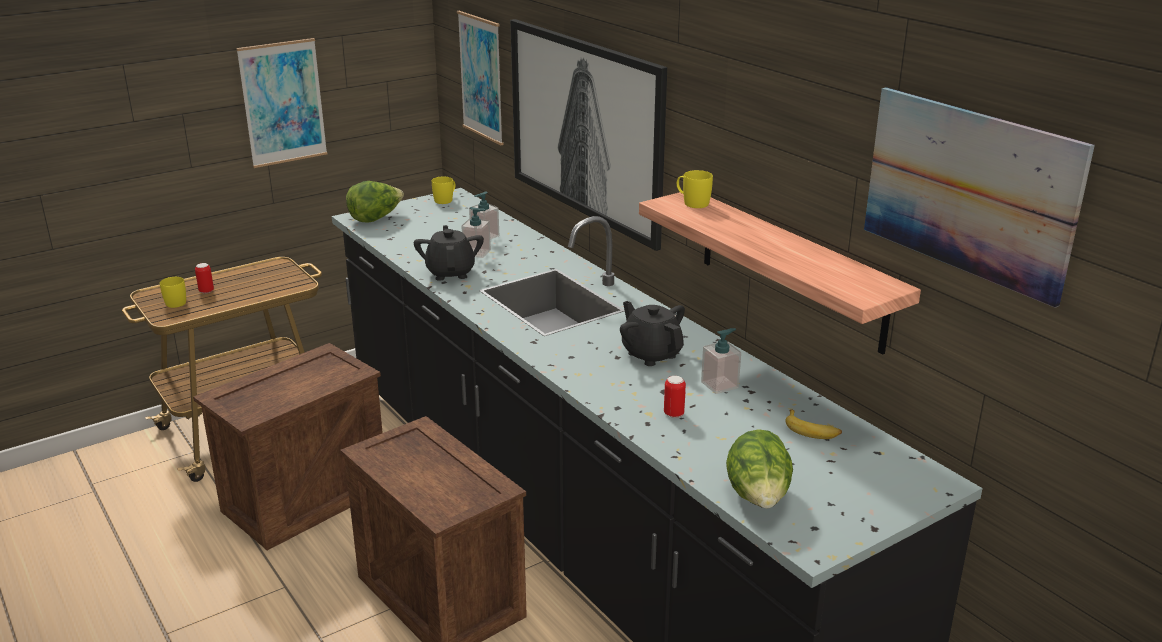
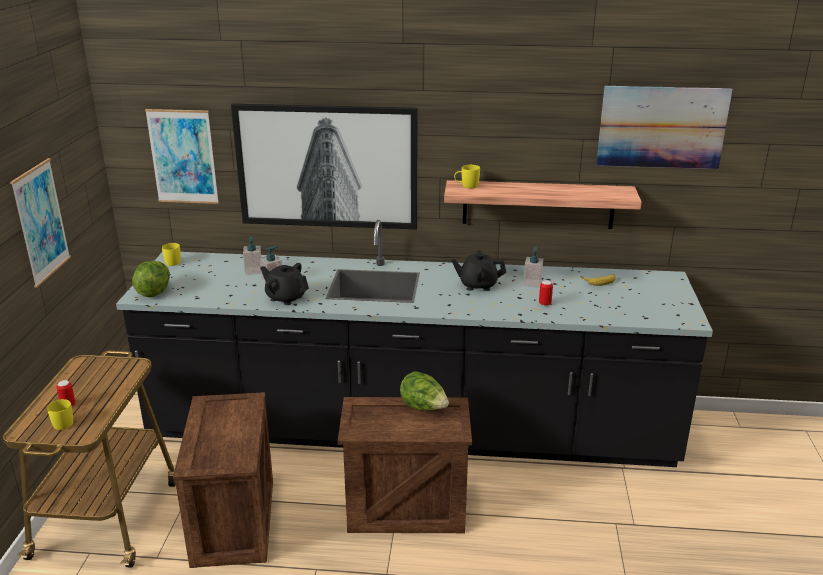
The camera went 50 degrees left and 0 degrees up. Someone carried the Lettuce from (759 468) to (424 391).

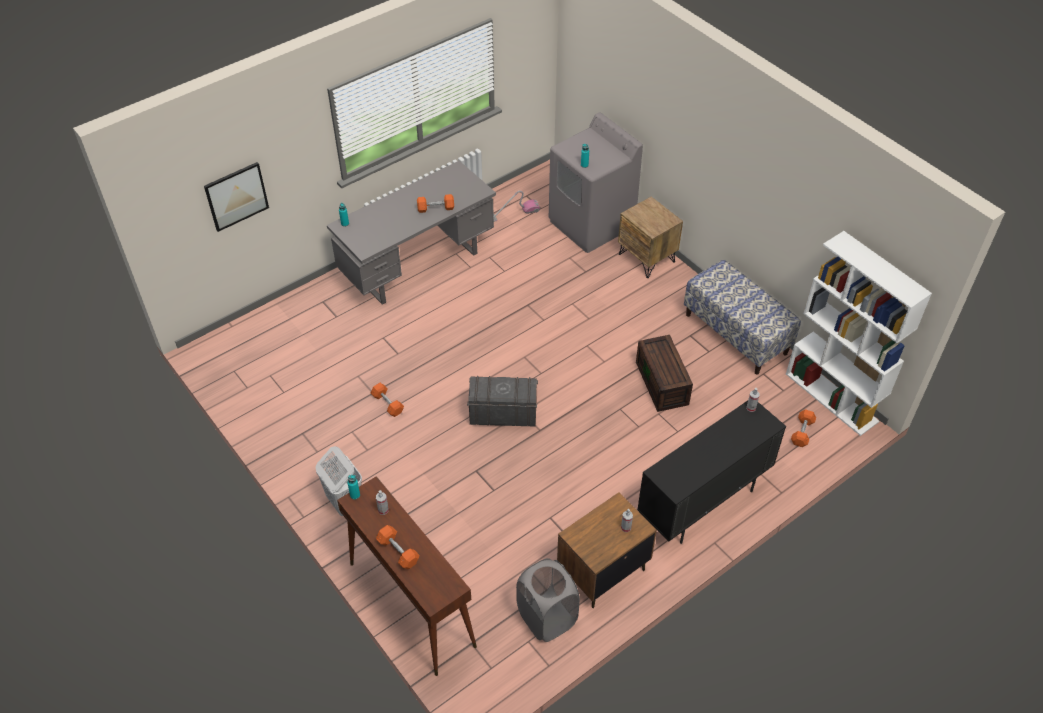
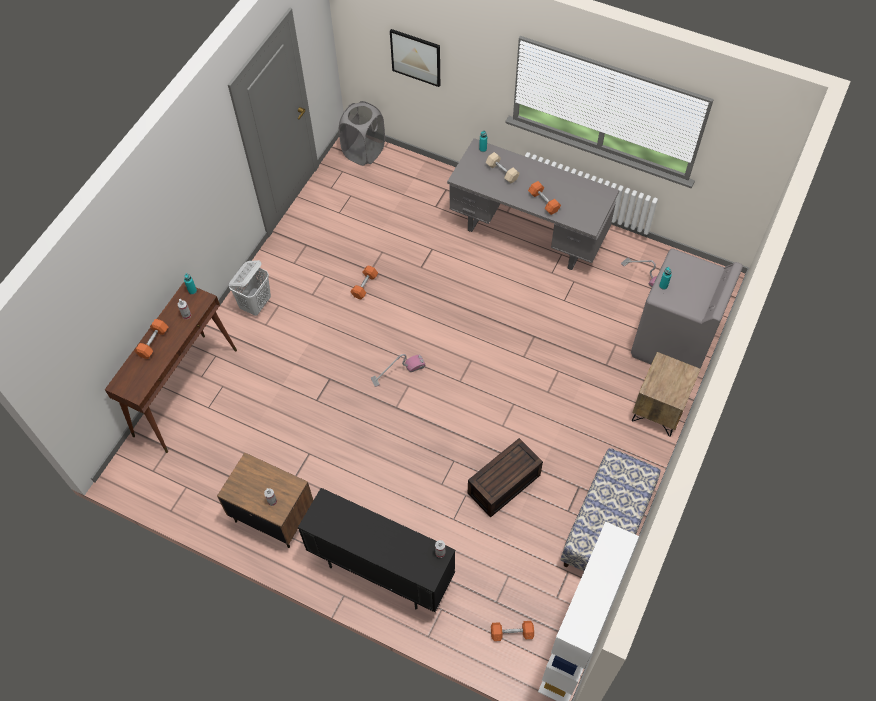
The camera went 65 degrees right and 10 degrees up. Someone carried the GreyLaundryBasket from (548 600) to (362 133). Someone swapped the GreyStorageBox at (502 401) for the VacuumCleaner at (398 370). Someone put down the BeigeDumbbell at (503 168).

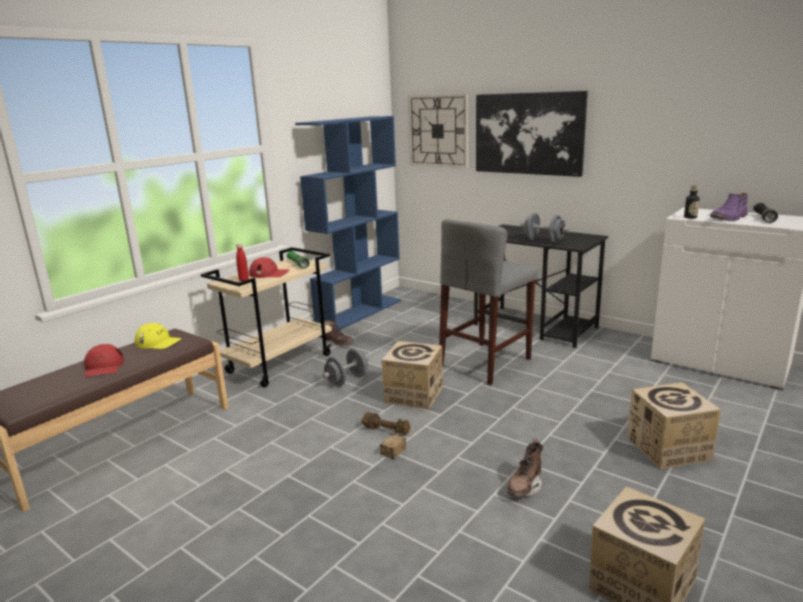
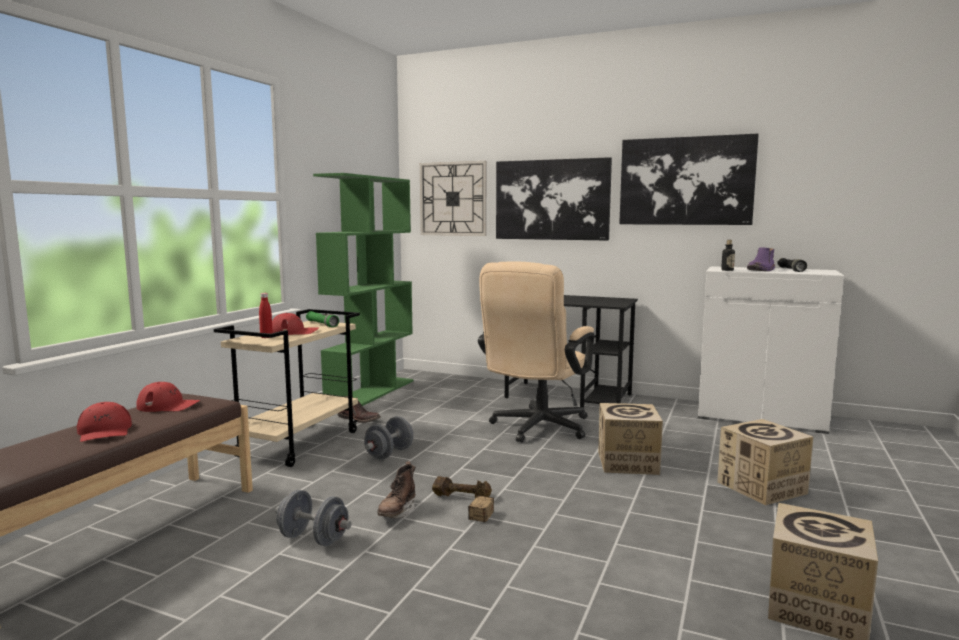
The camera went 15 degrees left and 10 degrees down. Someone repainted the YellowCap at (158 336), which became the RedCap at (168 397). Someone carried the GreyDumbbell from (544 228) to (313 518). Someone repainted the BlueBookcase at (348 223), which became the GreenBookcase at (363 289). Someone carried the BrownBoot from (524 468) to (397 490). Someone swapped the GreyStool at (488 302) for the BeigeOfficeChair at (536 352). Someone carried the CardboardBox from (412 375) to (630 439). Someone put up the Picture at (689 179).

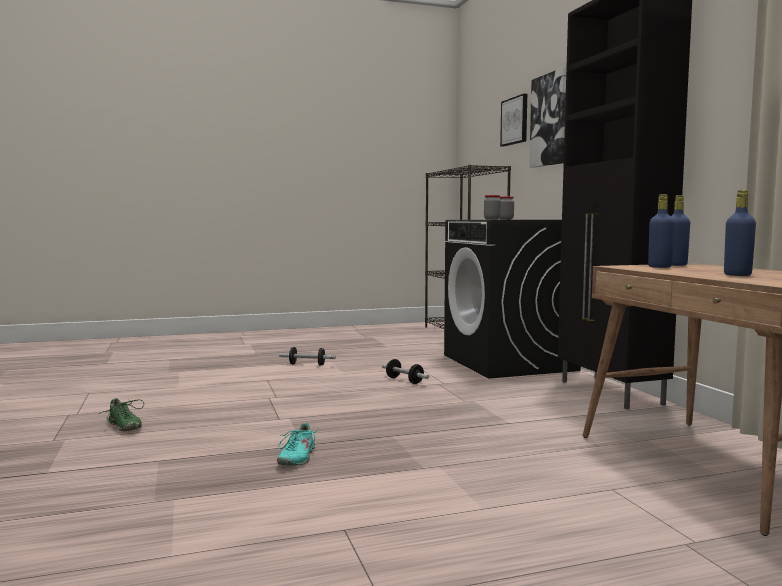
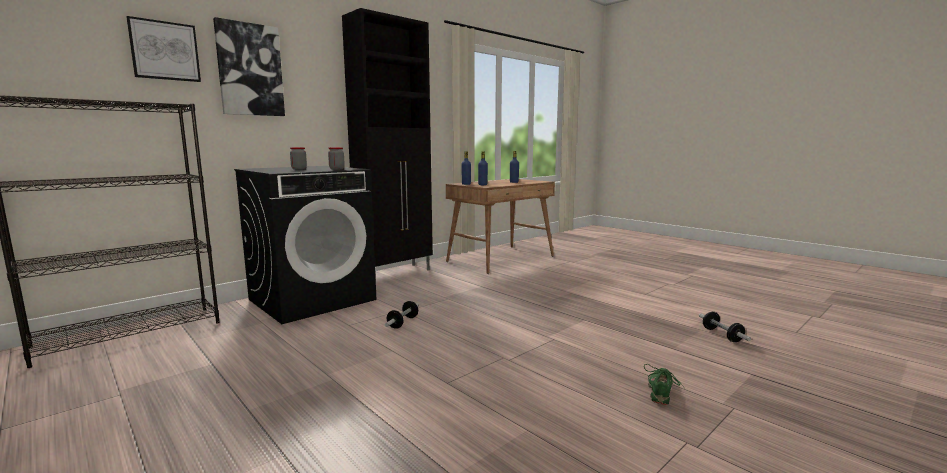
The camera went 115 degrees left and 5 degrees up. Someone carried the Dumbbell from (307 356) to (725 327). Someone took away the TurquoiseShoe at (297 444).

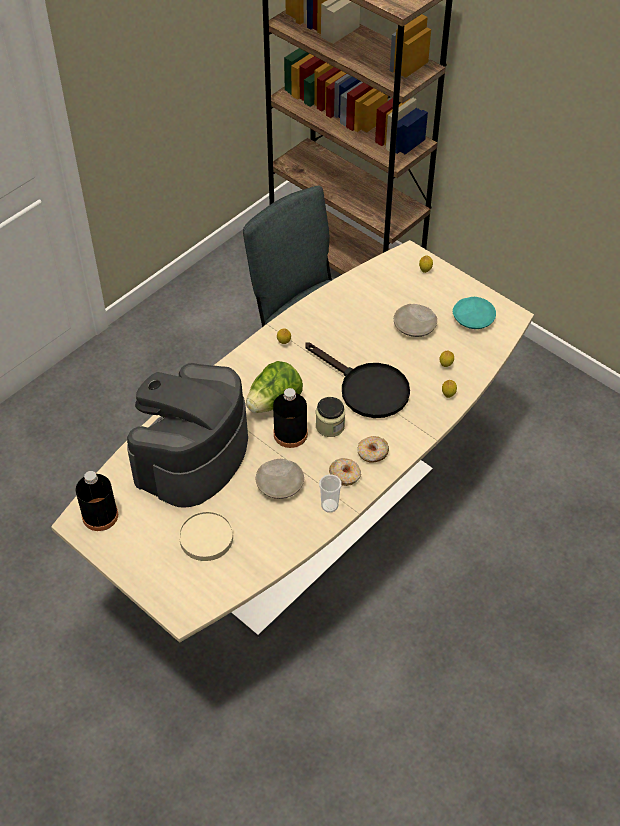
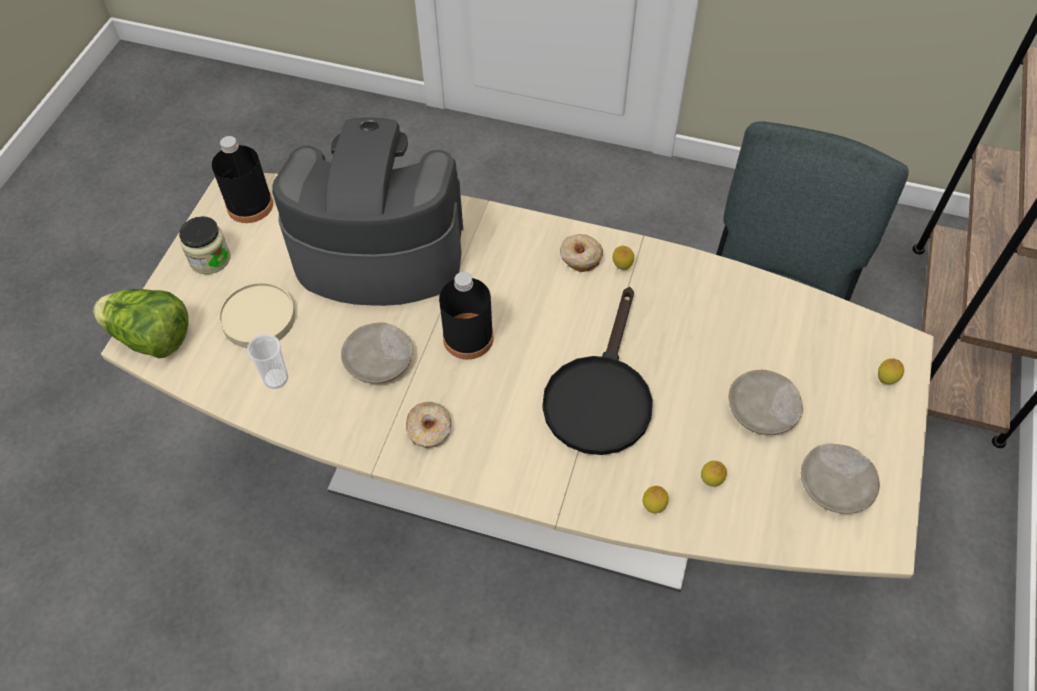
The camera went 65 degrees right and 5 degrees up. Someone carried the Lettuce from (274 387) to (141 323). Someone carried the Jar from (330 417) to (205 245). Someone carried the Cup from (330 493) to (267 361). Someone carried the Donut from (373 449) to (581 253). Someone repainted the TurquoisePlate at (474 313), which became the BeigePlate at (840 478).

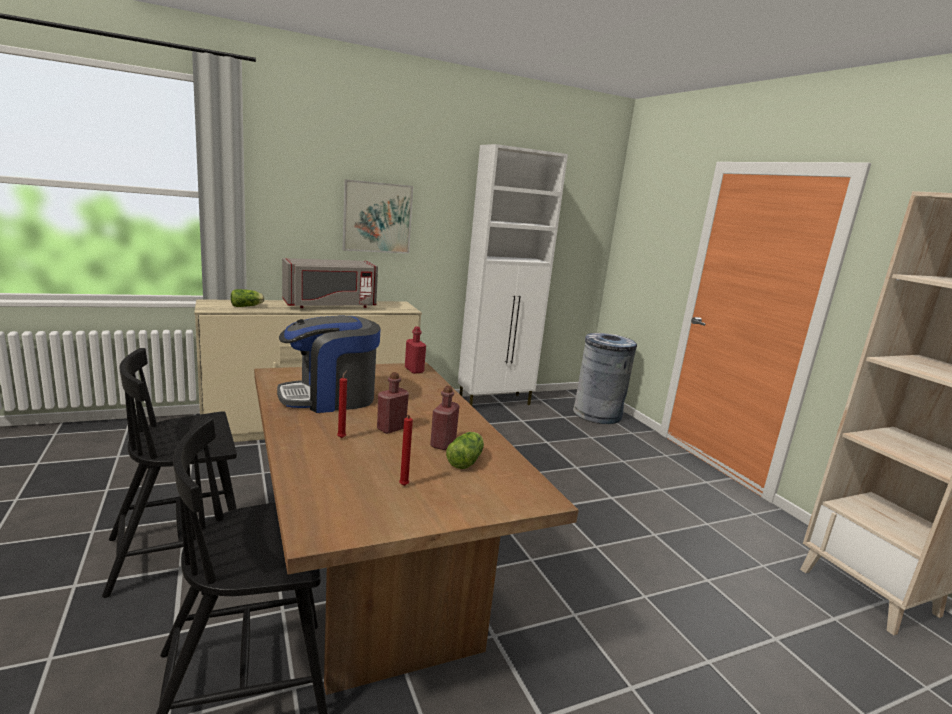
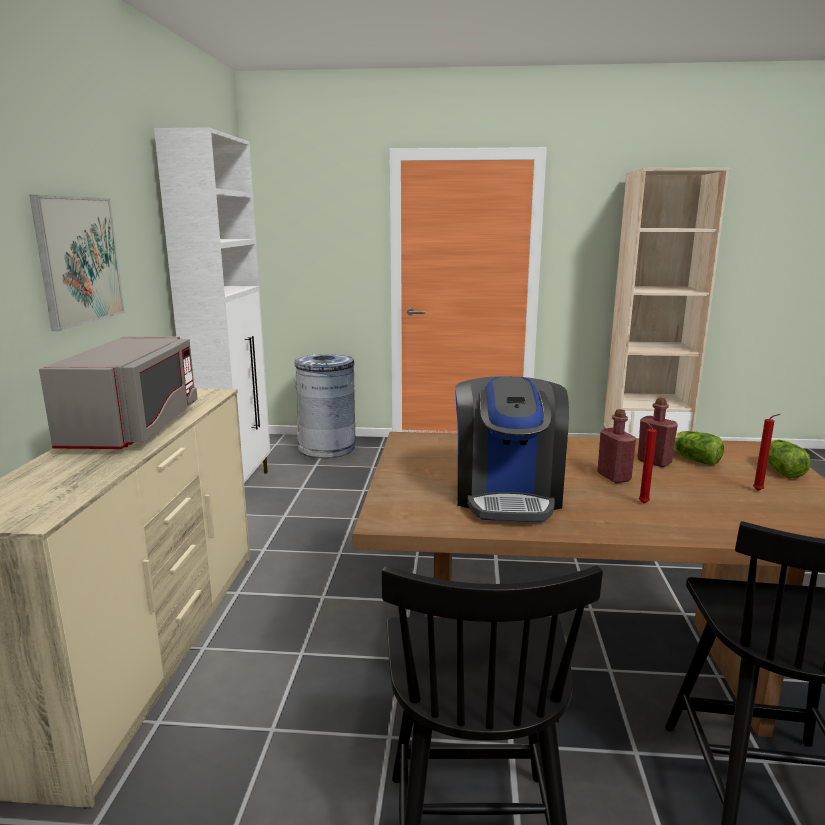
The camera went 60 degrees left and 0 degrees up. Someone carried the Lettuce from (248 298) to (789 459). Someone took away the RedBottle at (415 350).

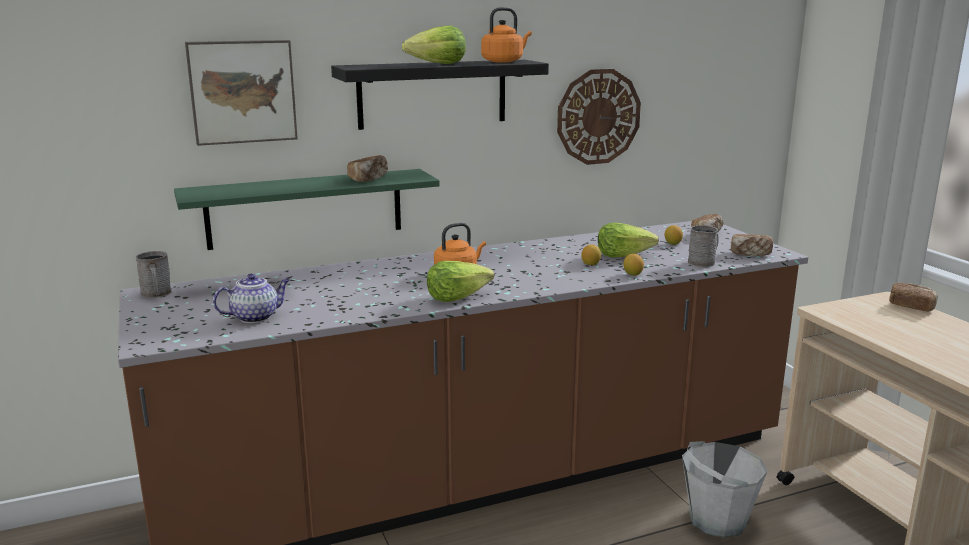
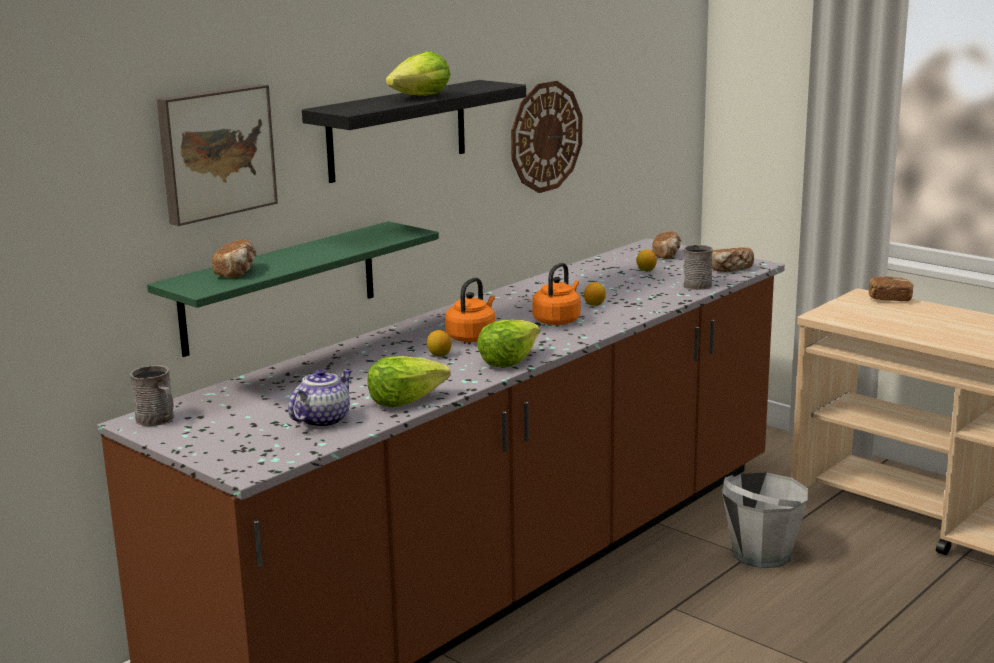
The camera went 25 degrees left and 0 degrees up. Someone carried the Bread from (367 168) to (234 258). Someone carried the Lettuce from (628 240) to (409 381). Someone carried the Lemon from (633 265) to (439 343). Someone carried the OrangeKettle from (506 35) to (556 294).

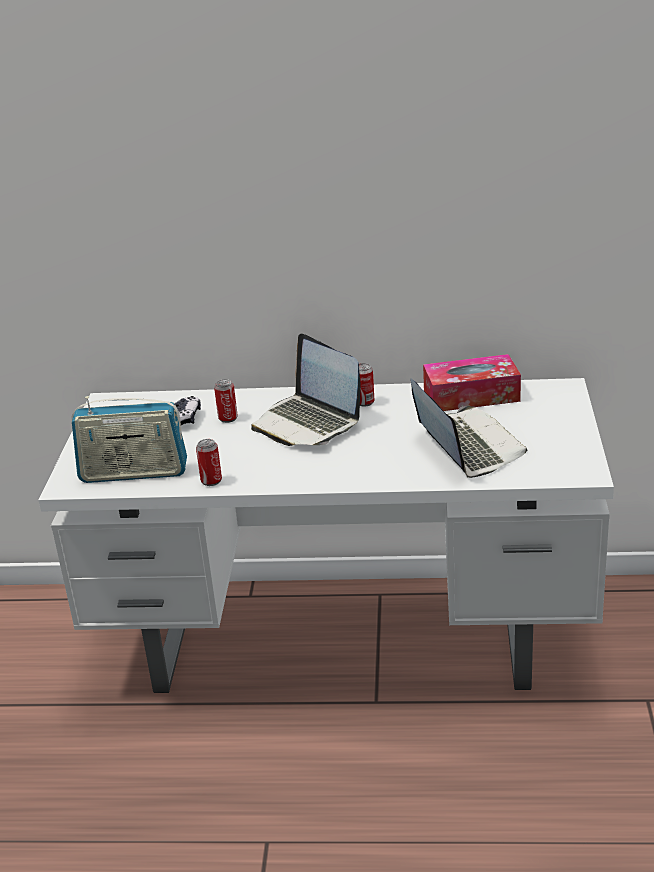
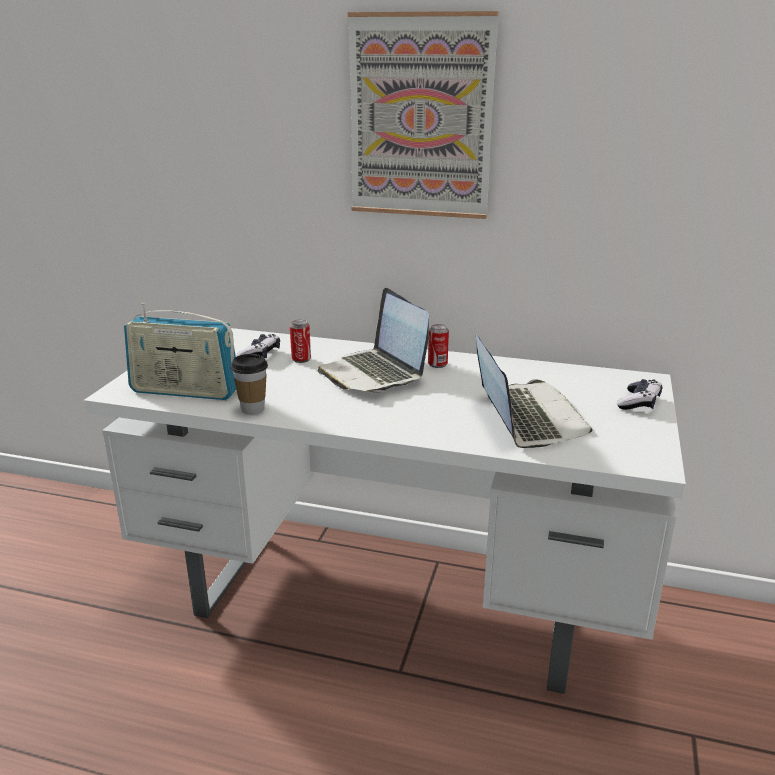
The camera went 10 degrees right and 5 degrees down. Someone swapped the Can at (209 462) for the Cup at (249 384). Someone put up the Picture at (423 115). Someone put down the GameController at (639 394). Someone took away the TissueBox at (472 382).

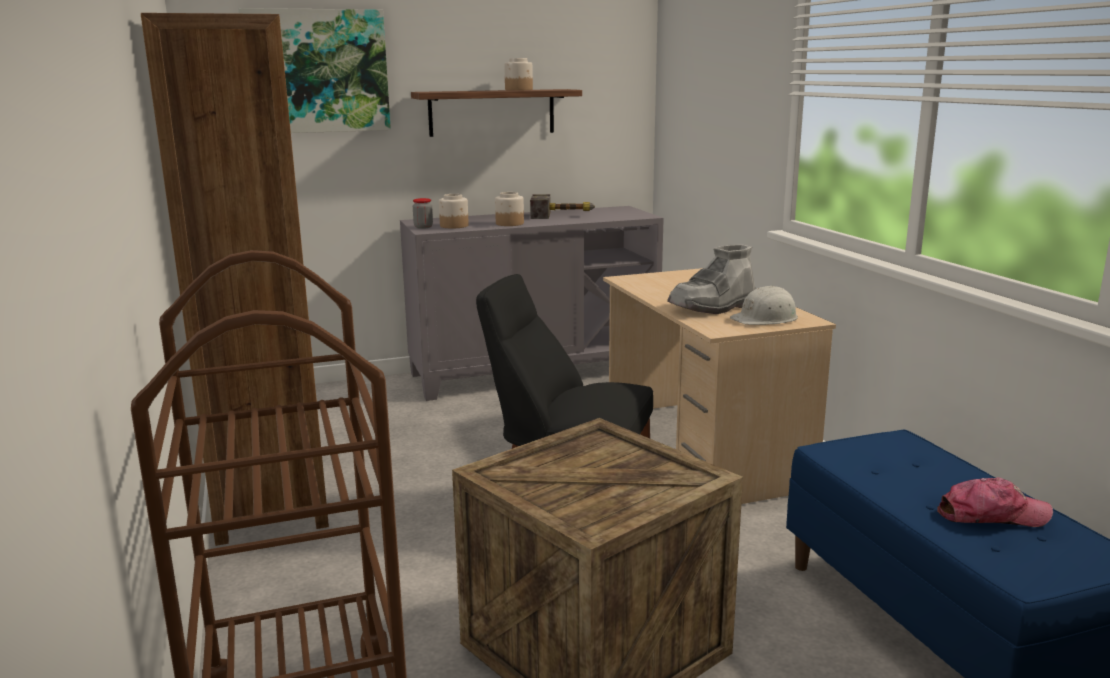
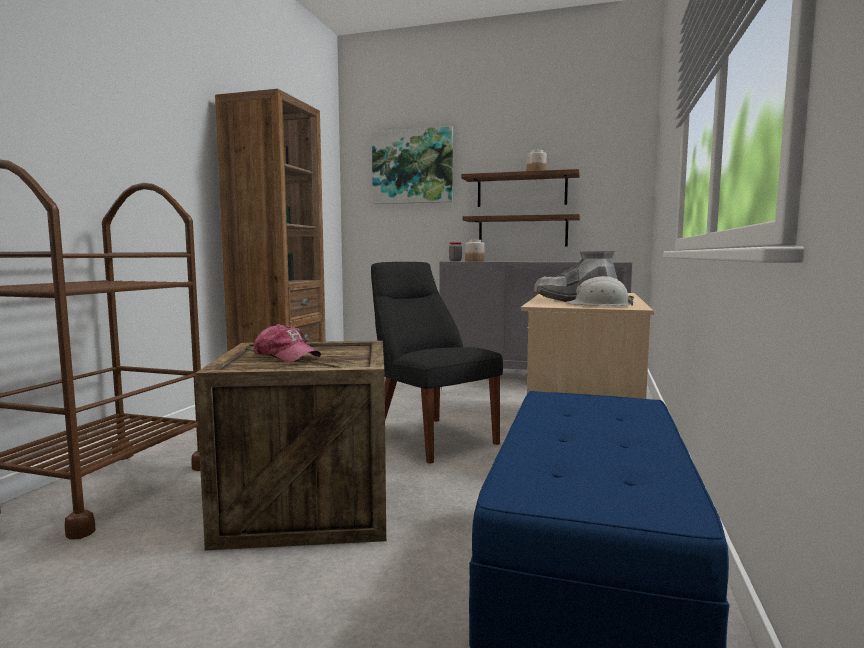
The camera went 35 degrees right and 10 degrees down. Someone carried the Cap from (995 502) to (287 343). Someone put up the Shelf at (521 230). Someone took away the Jar at (509 209). Someone took away the Hammer at (562 206).

